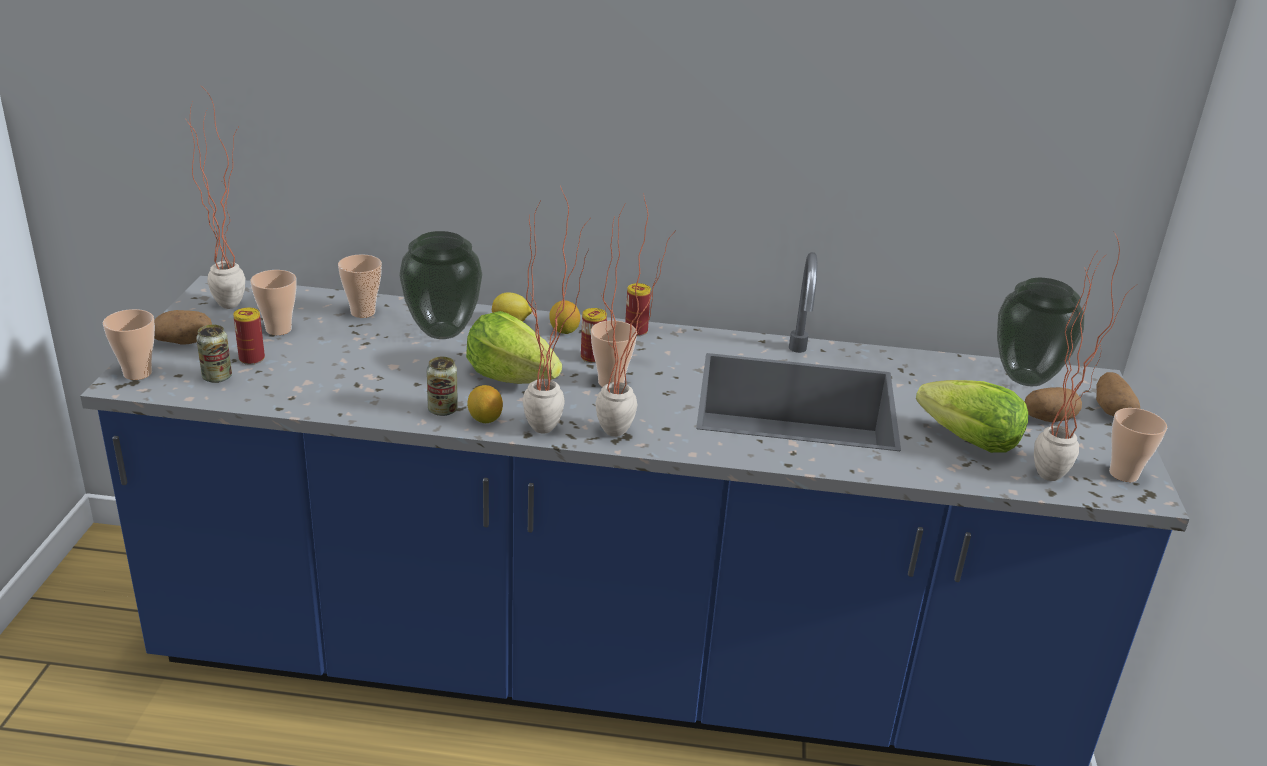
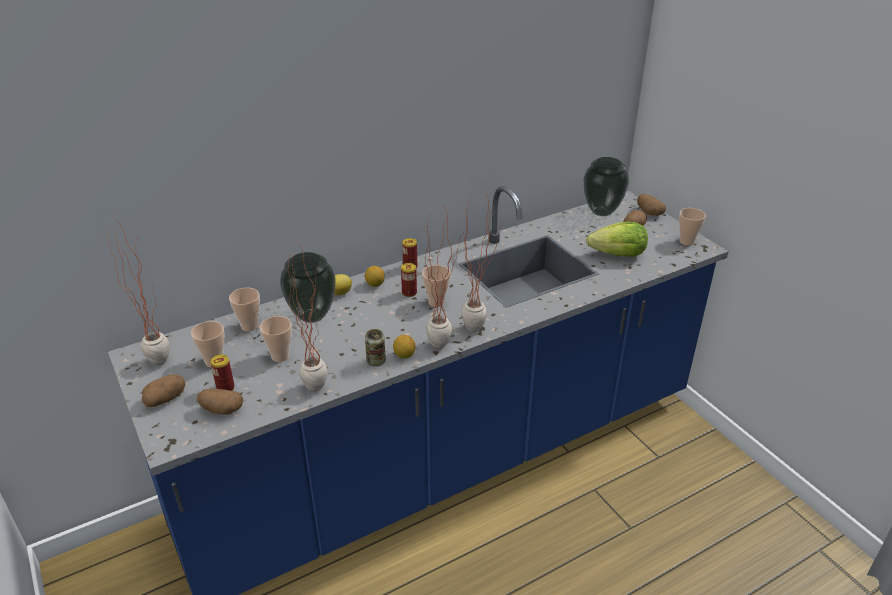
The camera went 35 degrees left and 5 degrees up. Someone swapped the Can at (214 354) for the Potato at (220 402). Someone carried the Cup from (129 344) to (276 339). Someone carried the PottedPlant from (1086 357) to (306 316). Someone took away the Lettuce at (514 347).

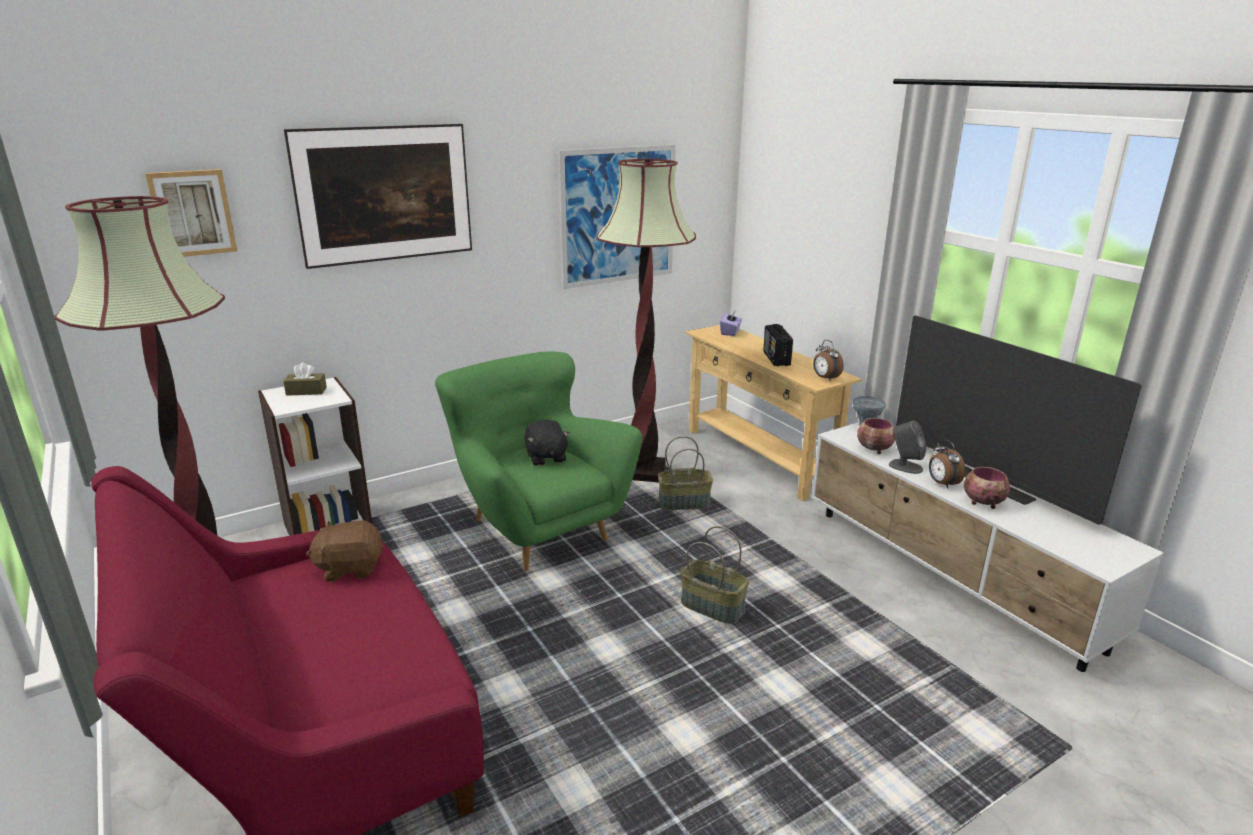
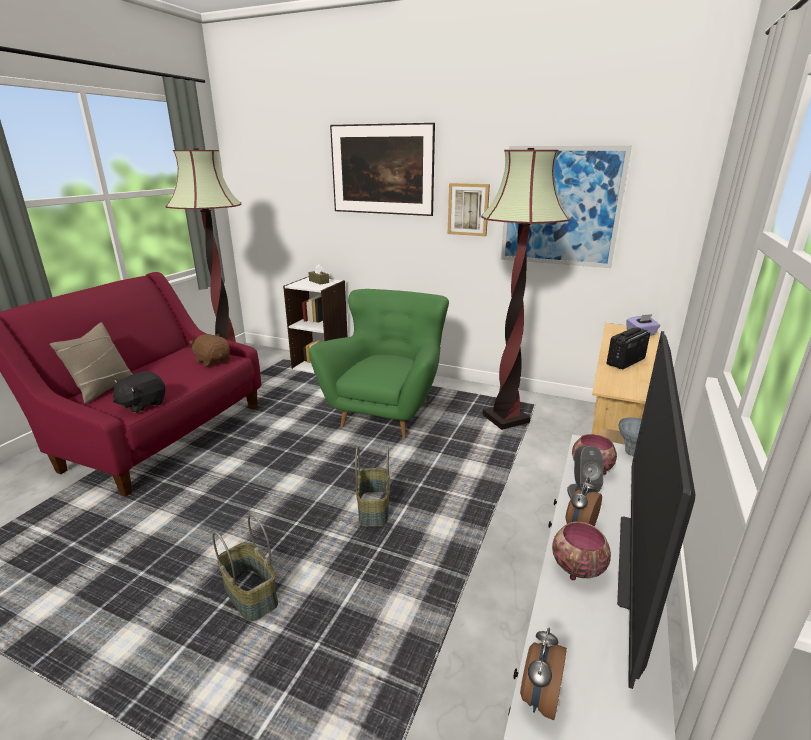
The camera went 55 degrees right and 0 degrees up. Someone put down the BeigePillow at (91 363). Someone carried the BlackPlushToy from (547 442) to (138 392). Someone carried the Basket from (685 473) to (245 568). Someone carried the Picture from (191 213) to (469 209). Someone carried the AlarmClock from (828 360) to (543 674).

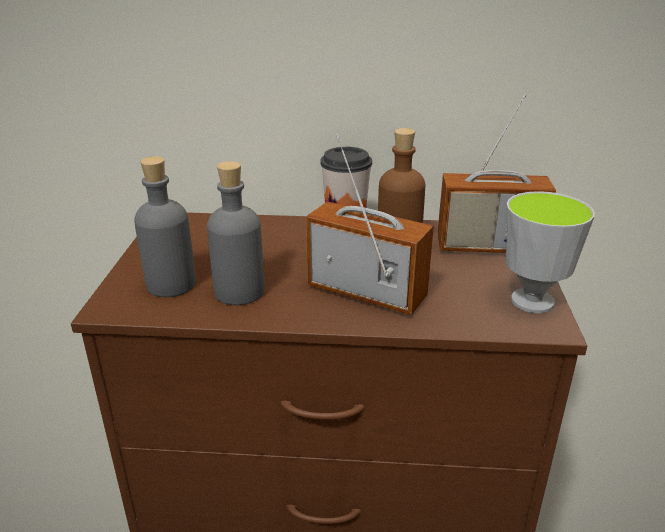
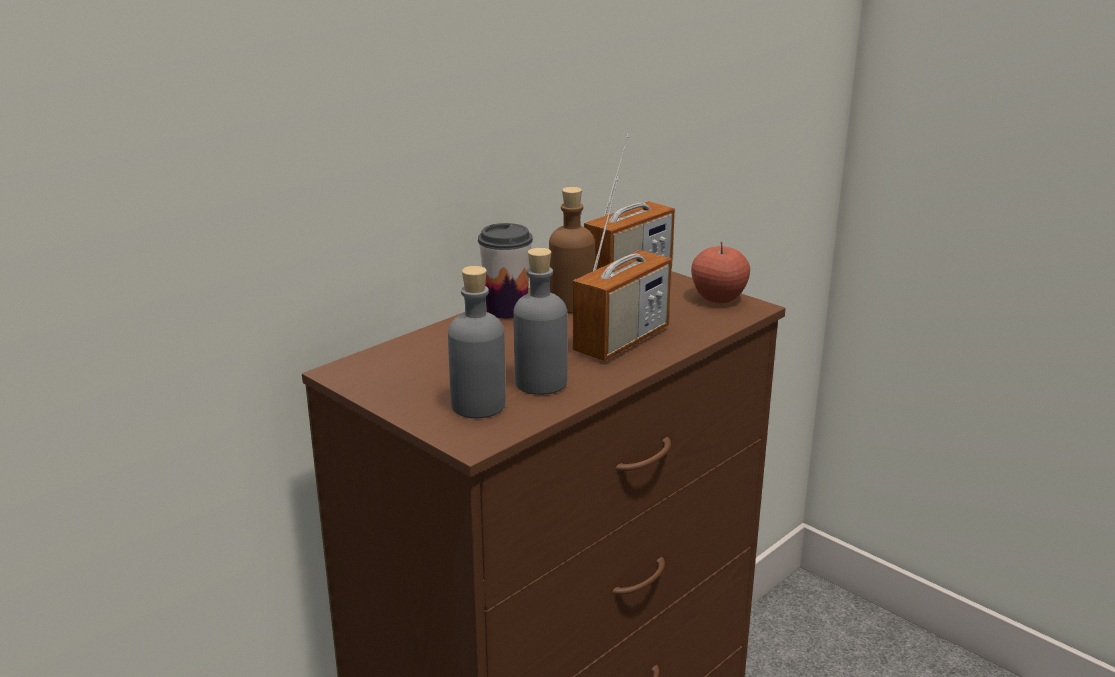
The camera went 50 degrees left and 5 degrees down. Someone rotated the Radio at (370 224) by 150 degrees clockwise. Someone swapped the Cup at (550 252) for the Apple at (720 272).

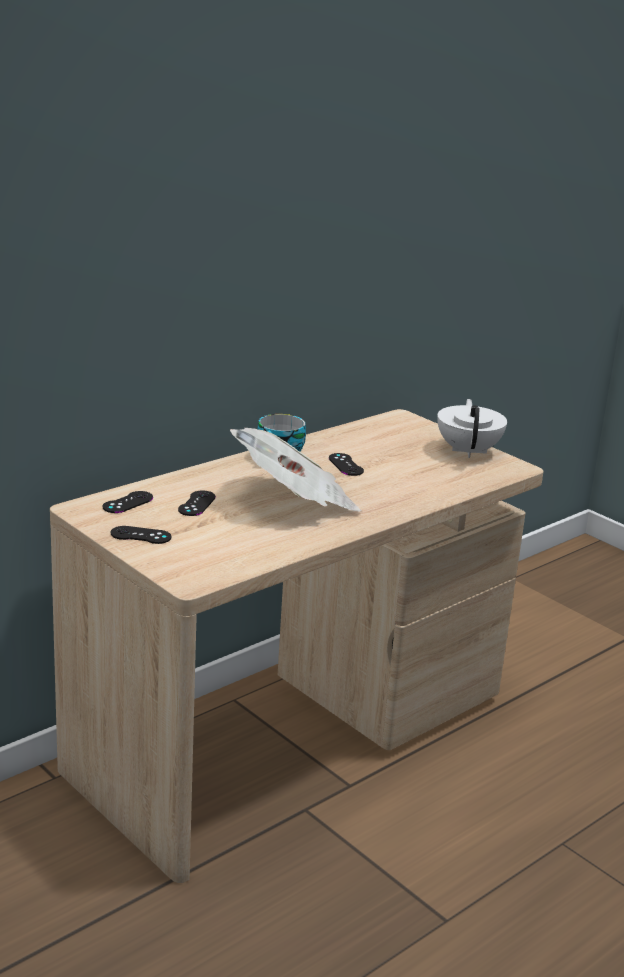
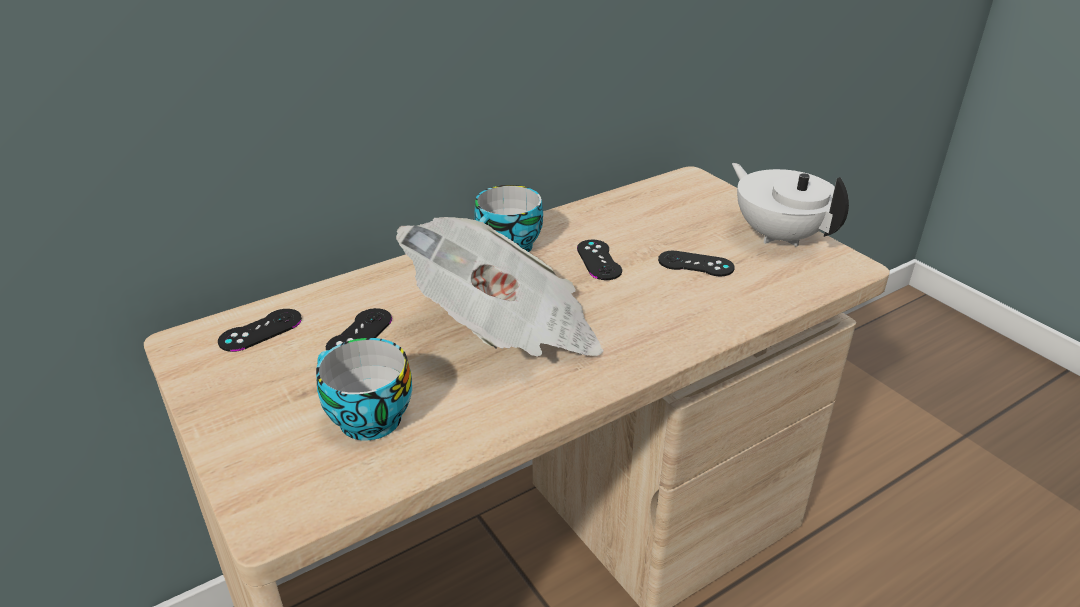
The camera went 10 degrees right and 10 degrees up. Someone put down the Cup at (364 389). Someone carried the BlackGameController from (141 535) to (696 263). Someone rotated the WhiteTeapot at (472 428) by 45 degrees counterclockwise.

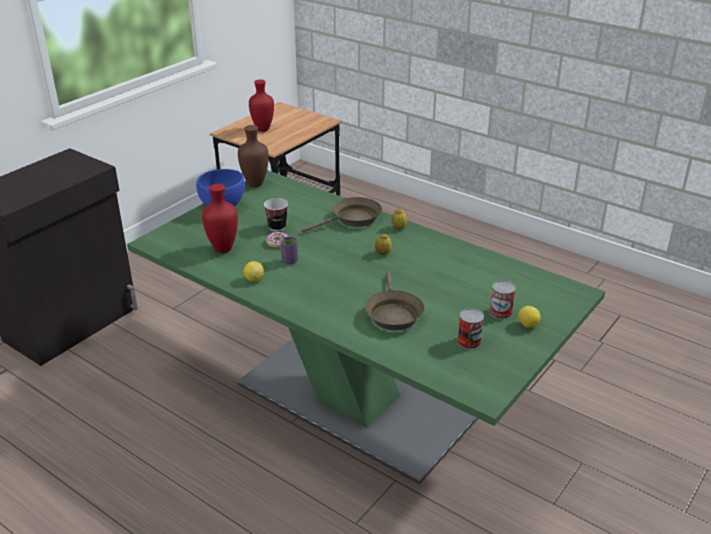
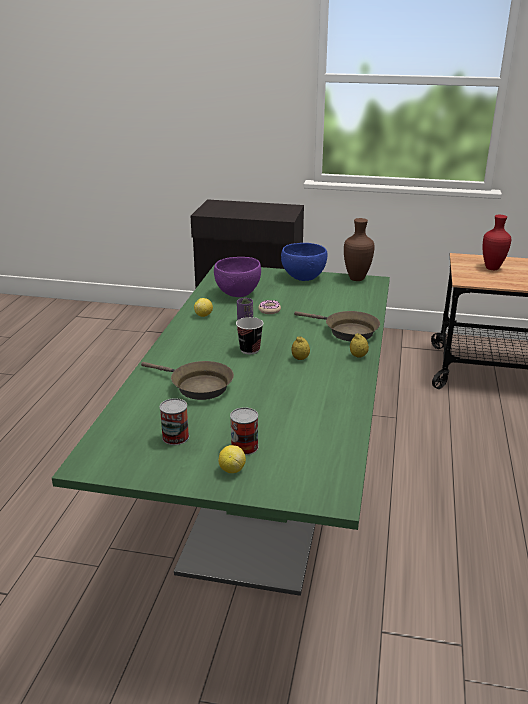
The camera went 65 degrees right and 5 degrees down. Someone rotated the BrownFryingPan at (395 301) by 120 degrees counterclockwise. Someone swapped the RedVase at (220 218) for the PurpleBowl at (237 277). Someone carried the Cup from (276 214) to (249 335).

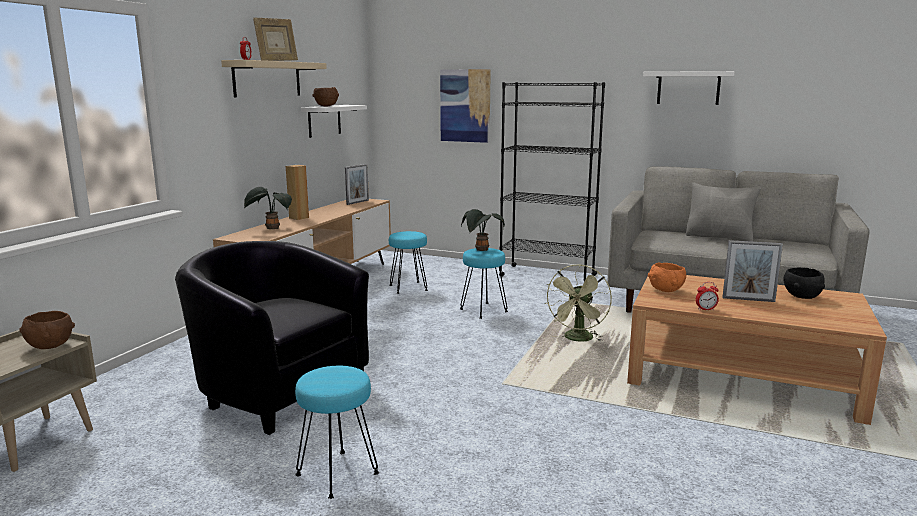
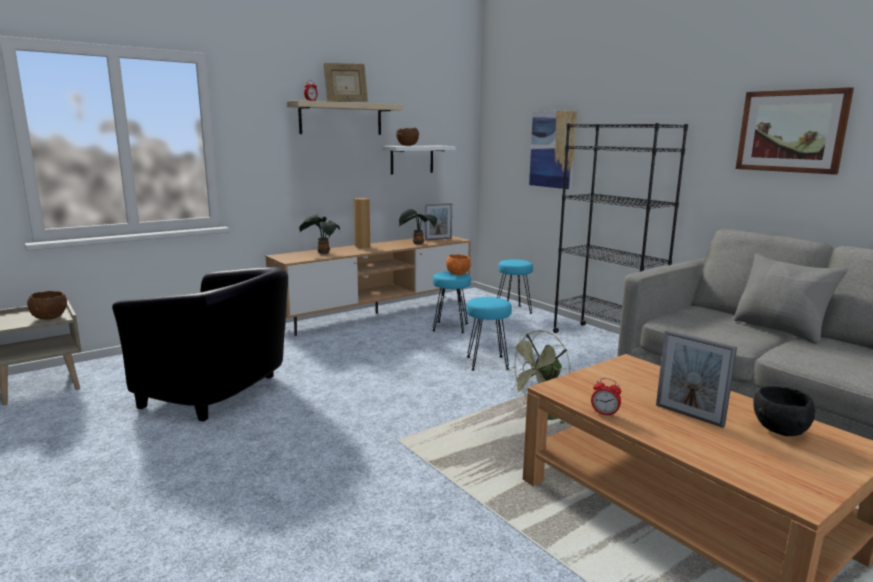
The camera went 30 degrees right and 0 degrees up. Someone rotated the BlackArmchair at (272 338) by 135 degrees clockwise. Someone carried the PottedPlant from (483 230) to (418 226). Someone carried the OrangeBowl from (667 277) to (458 264). Someone carried the TurquoiseStool from (337 432) to (515 286). Someone swapped the WhiteShelf at (689 88) for the Picture at (795 131).

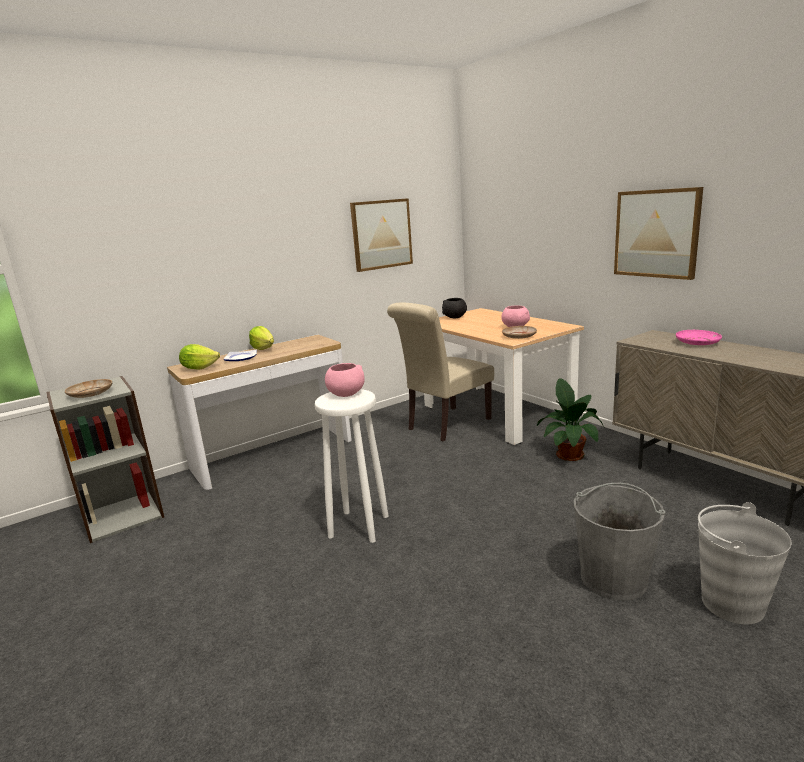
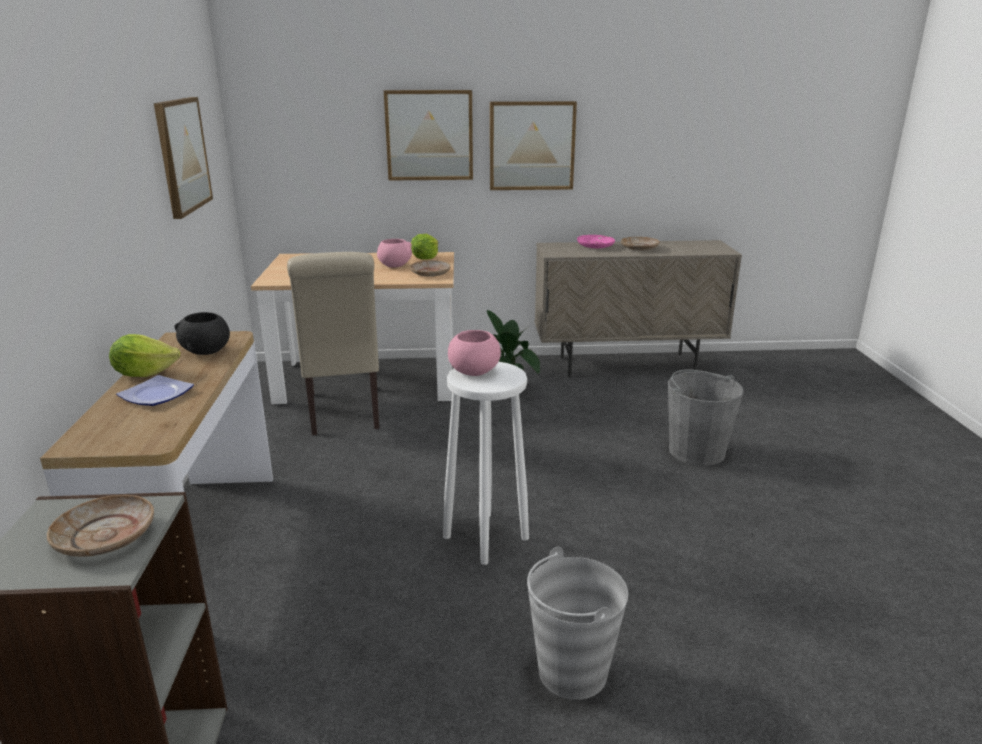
The camera went 60 degrees left and 5 degrees up. Someone carried the BlackBowl from (454 308) to (202 333). Someone put up the Picture at (428 135). Someone carried the Lettuce from (199 357) to (424 246). Someone carried the GreyBucket from (744 563) to (577 623). Someone put down the BeigePlate at (640 244).

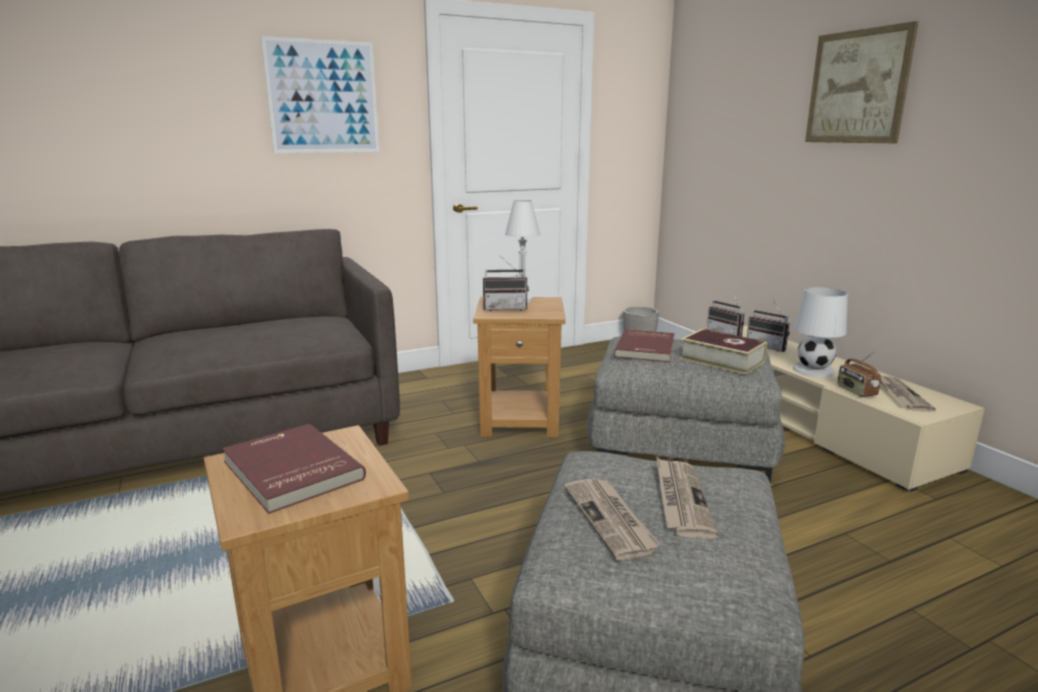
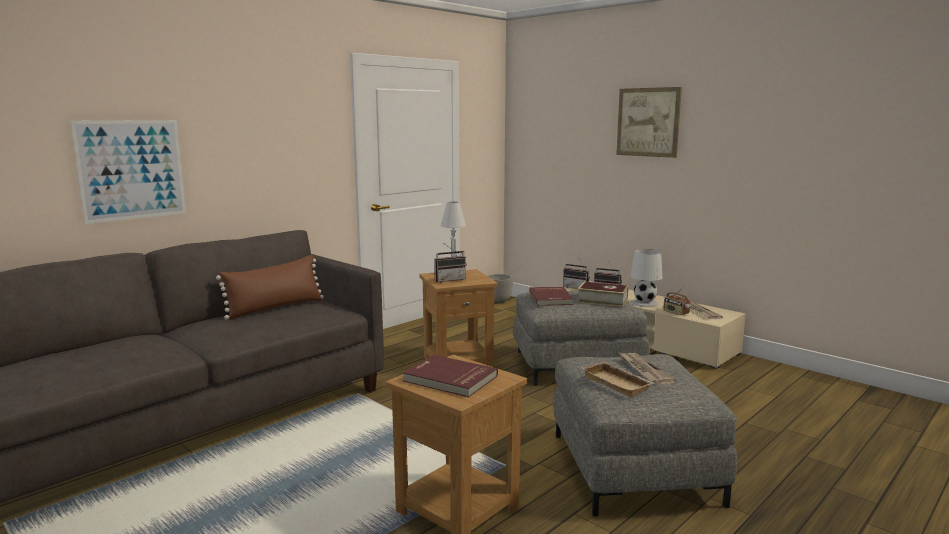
The camera went 20 degrees left and 5 degrees down. Someone carried the Picture from (320 94) to (128 172). Someone put down the BrownPillow at (270 287). Someone swapped the Newspaper at (612 519) for the BeigeTray at (618 379).

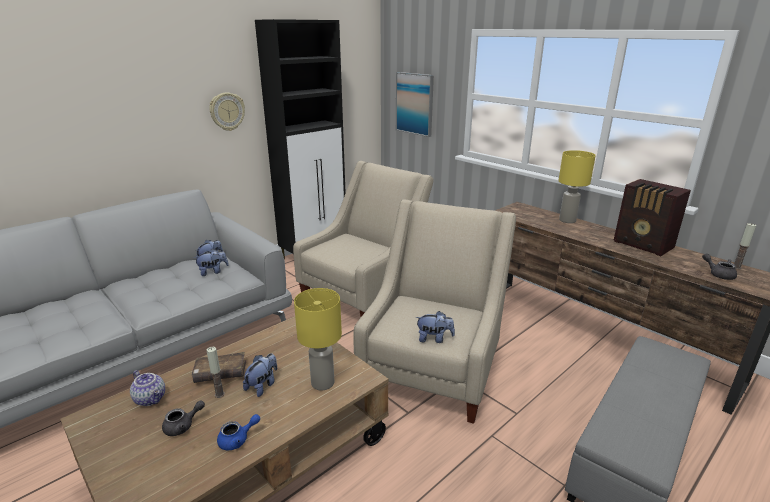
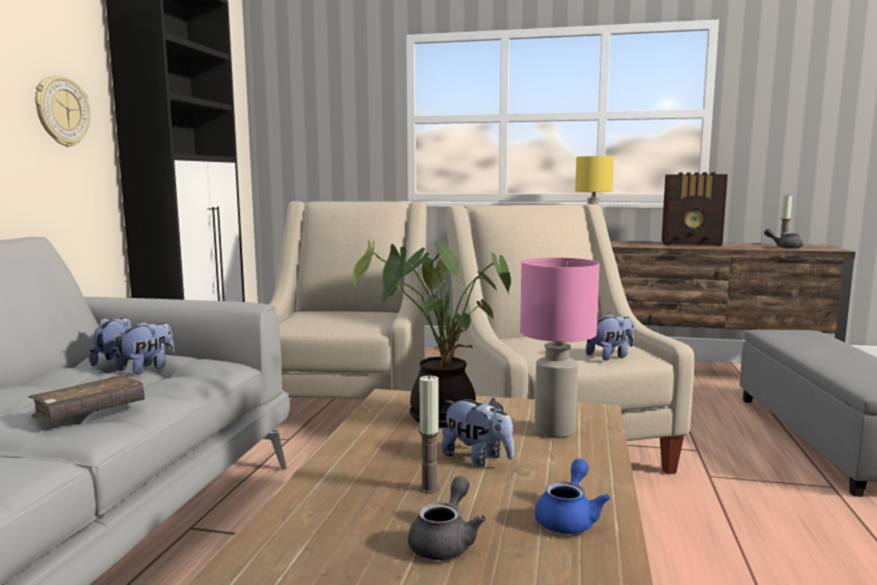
The camera went 35 degrees left and 15 degrees down. Someone carried the BrownBook from (219 367) to (86 399). Someone put down the PottedPlant at (432 333). Someone rotated the PlushToy at (260 375) by 135 degrees clockwise. Someone repainted the YellowTableLamp at (318 339), which became the PinkTableLamp at (560 348). Someone took away the Teapot at (147 388). Someone took away the Picture at (415 104).

